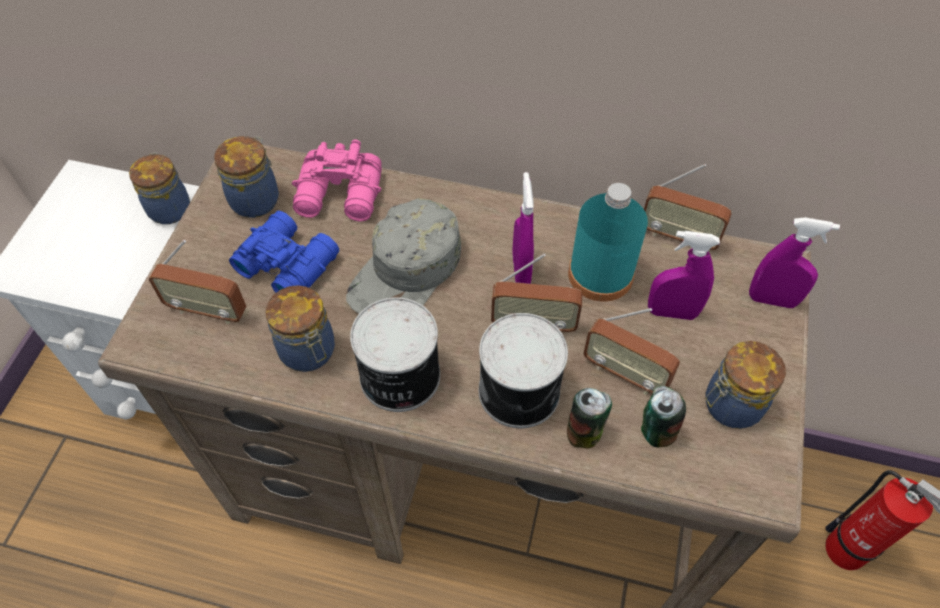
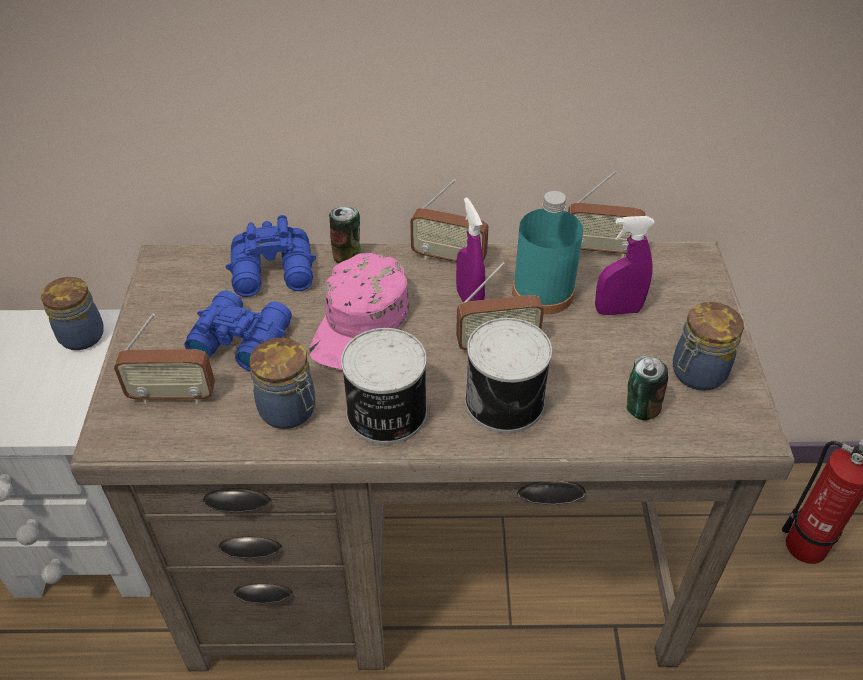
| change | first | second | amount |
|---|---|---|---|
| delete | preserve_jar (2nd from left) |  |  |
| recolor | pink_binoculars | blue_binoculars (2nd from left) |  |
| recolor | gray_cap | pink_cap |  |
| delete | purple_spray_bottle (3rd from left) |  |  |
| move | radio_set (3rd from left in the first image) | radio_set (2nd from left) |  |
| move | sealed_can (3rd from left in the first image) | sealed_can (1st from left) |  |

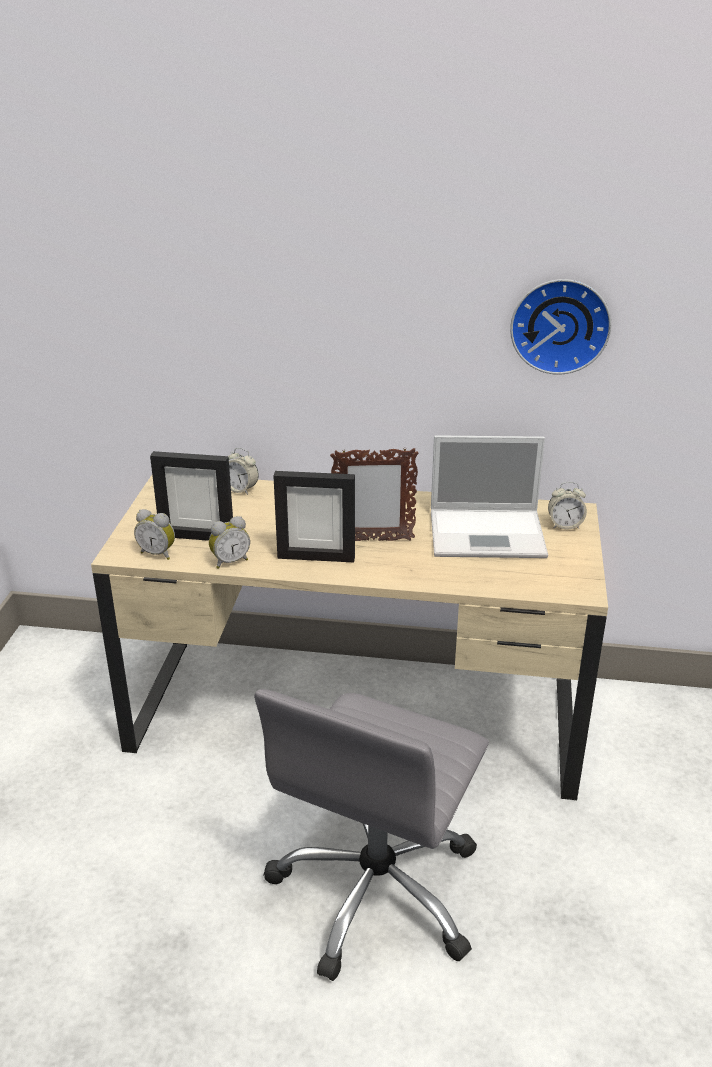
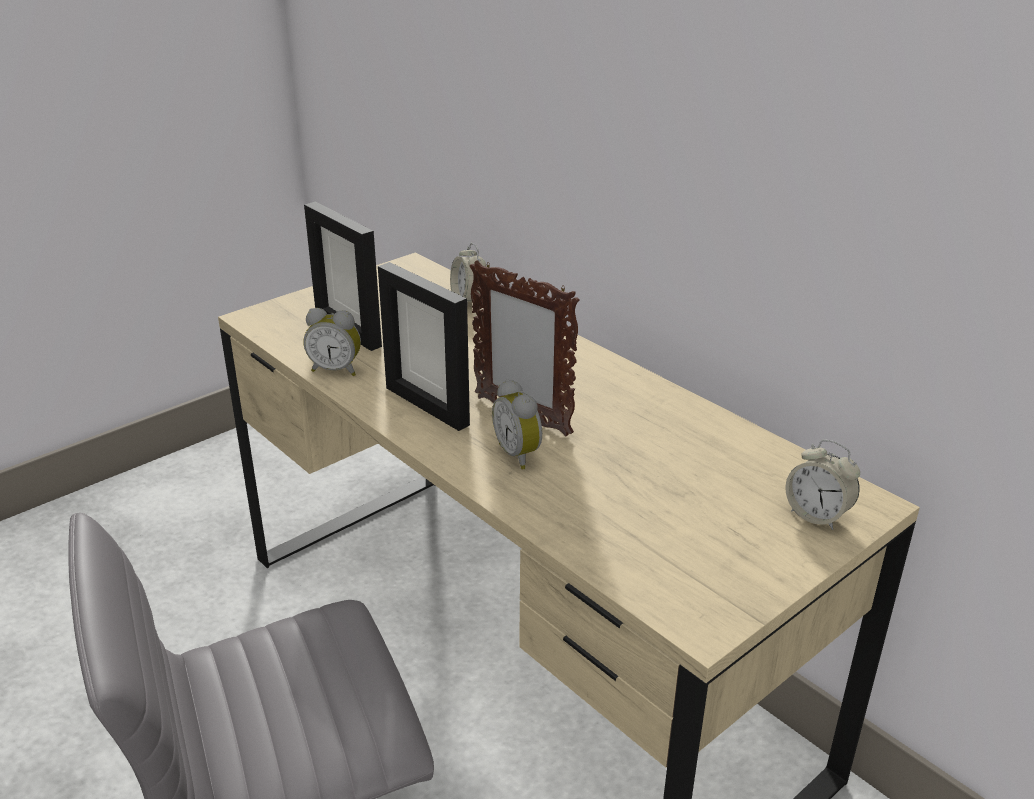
| change | first | second | amount |
|---|---|---|---|
| delete | hanging_clock |  |  |
| delete | notebook_computer |  |  |
| move | alarm_clock (1st from left in the first image) | alarm_clock (3rd from left) |  |

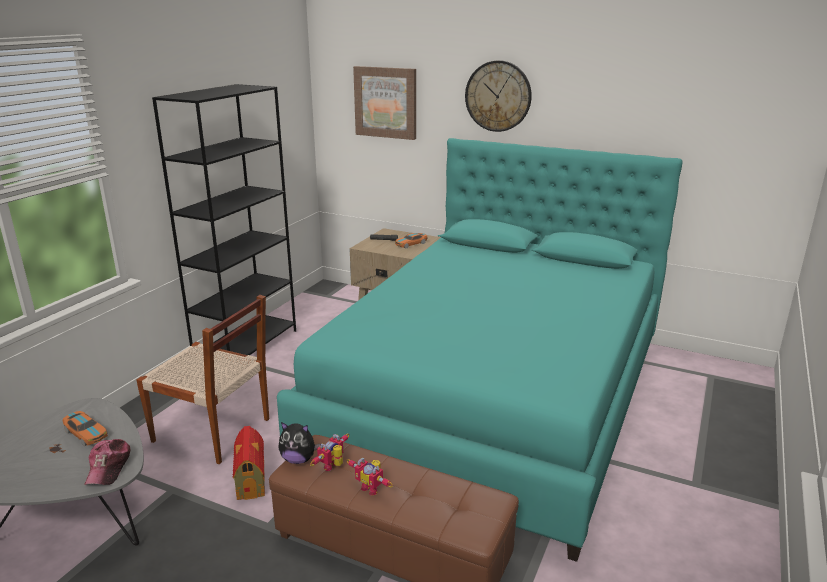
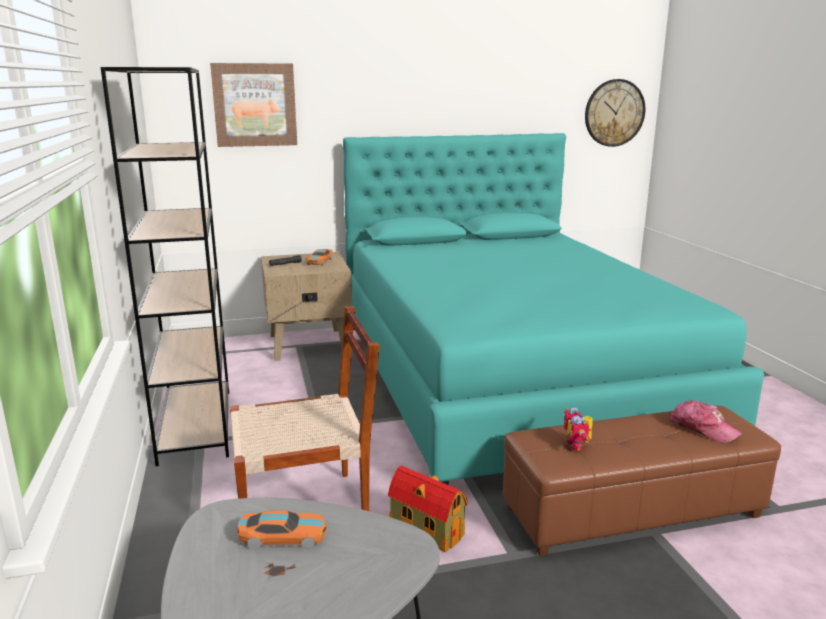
| change | first | second | amount |
|---|---|---|---|
| move | hanging_clock |  |  |
| recolor | black-coloured_bookcase | beige-coloured_bookcase |  |
| delete | soft_toy |  |  |
| move | cap |  |  |
| delete | model_robot (2nd from left) |  |  |

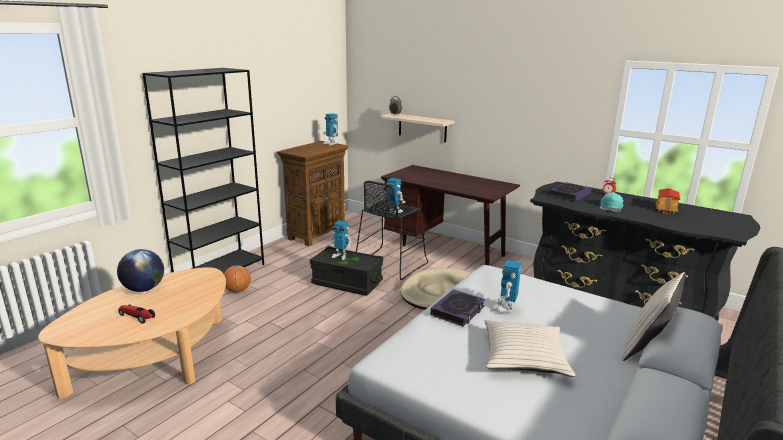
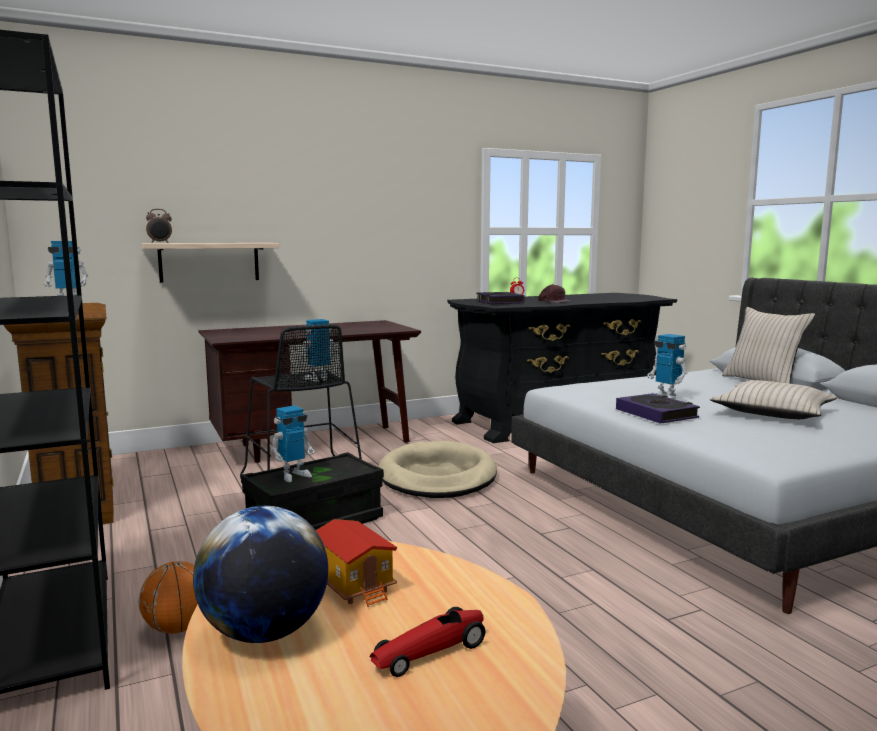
| change | first | second | amount |
|---|---|---|---|
| move | toy_house |  |  |
| recolor | blue-green_cap | brownish_cap |  |

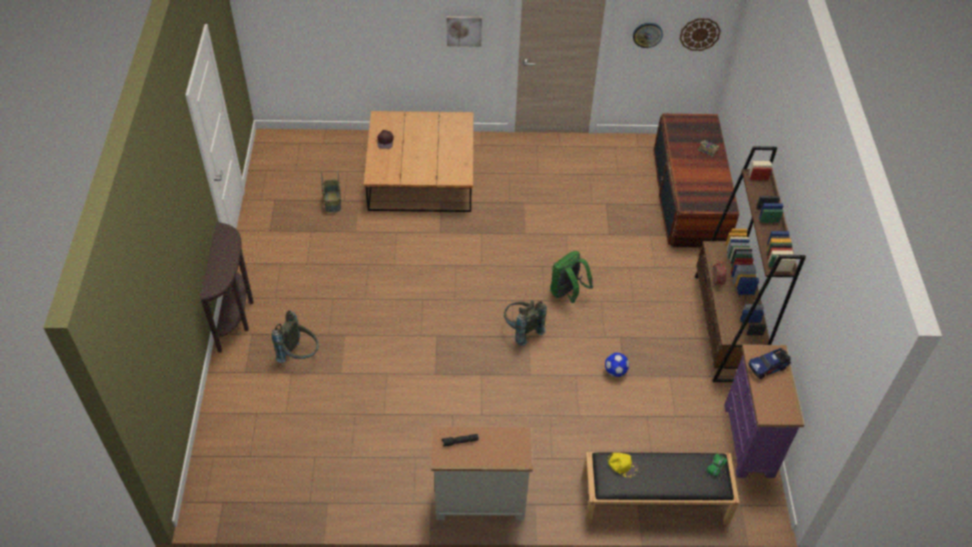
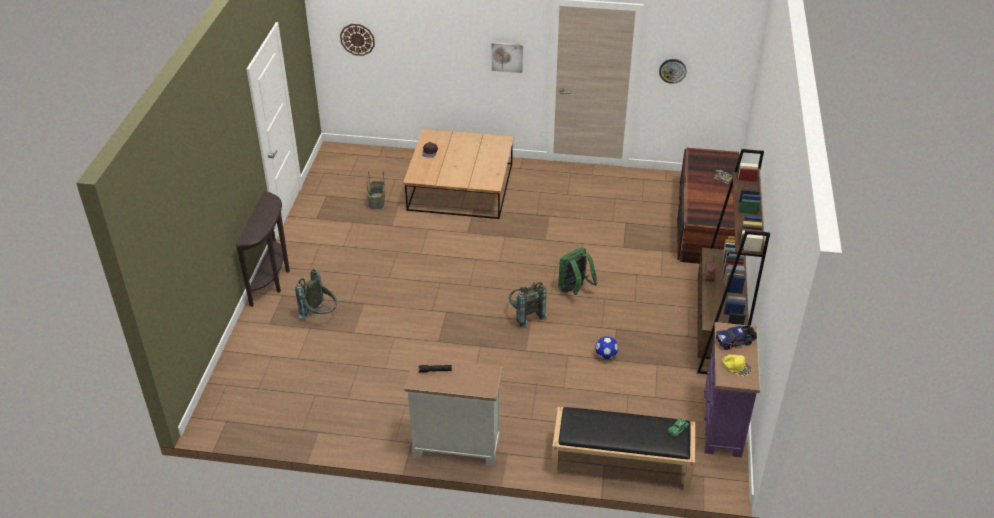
| change | first | second | amount |
|---|---|---|---|
| move | hanging_clock (2nd from left in the first image) | hanging_clock (1st from left) |  |
| move | yellow_cap |  |  |

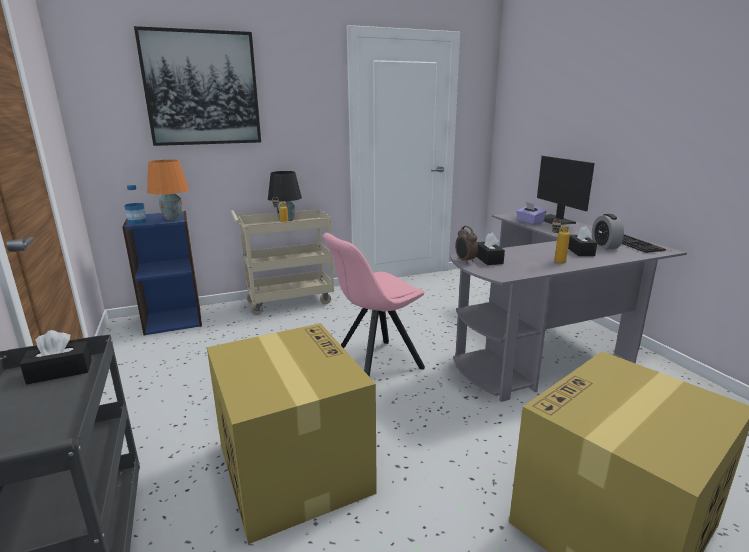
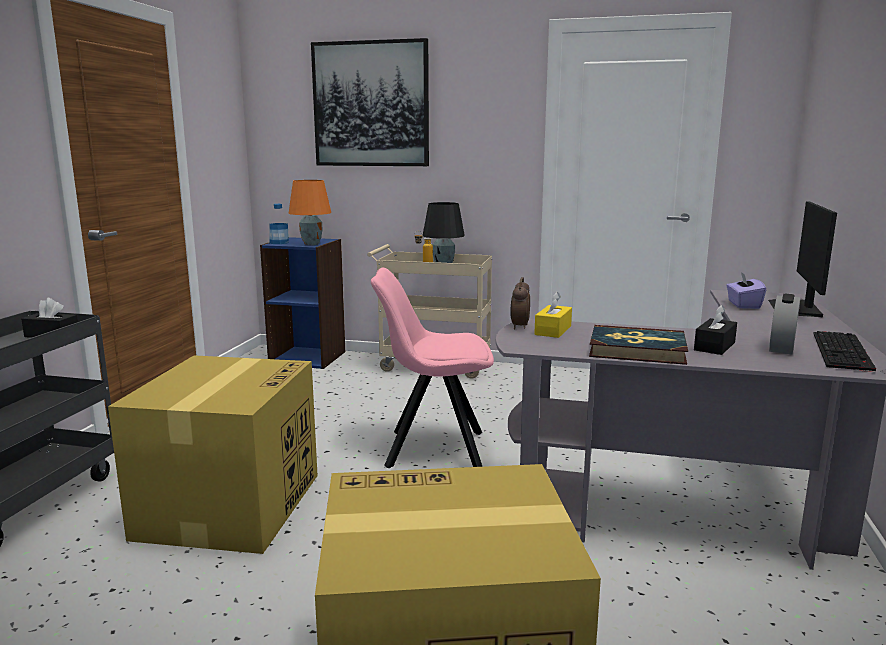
| change | first | second | amount |
|---|---|---|---|
| replace | beverage_bottle (3rd from left) | volume |  |
| recolor | black-coloured_box_of_tissues (2nd from left) | yellow_box_of_tissues |  |

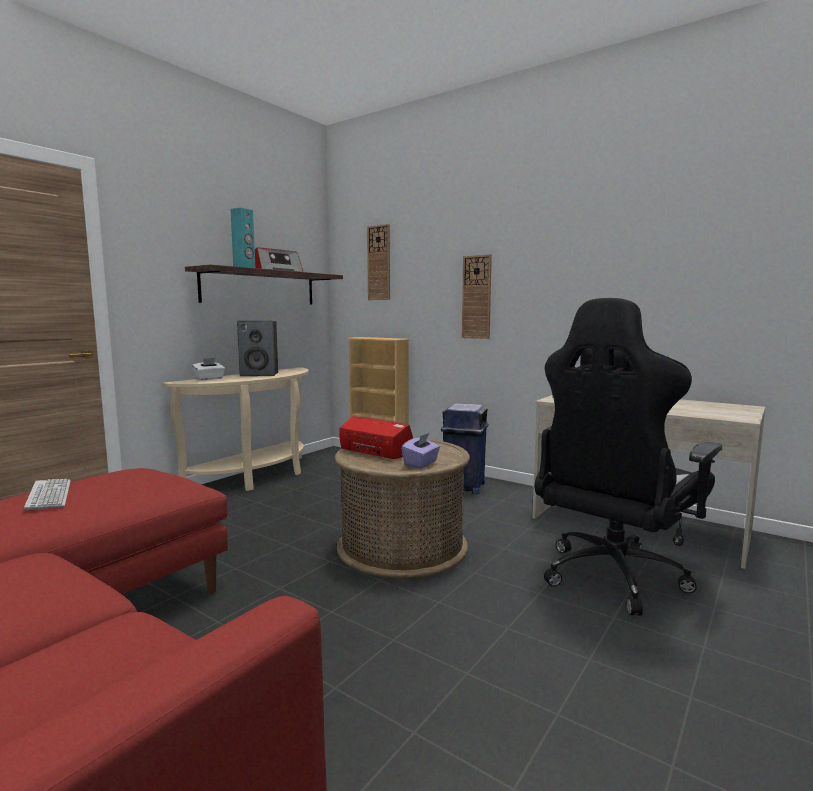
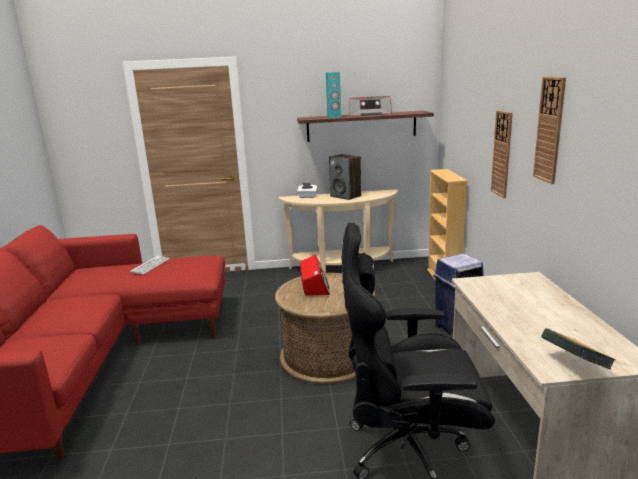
| change | first | second | amount |
|---|---|---|---|
| move | hanging_clock (1st from left in the first image) | hanging_clock (2nd from left) |  |
| delete | purple_box_of_tissues |  |  |
| insert |  | volume |  |

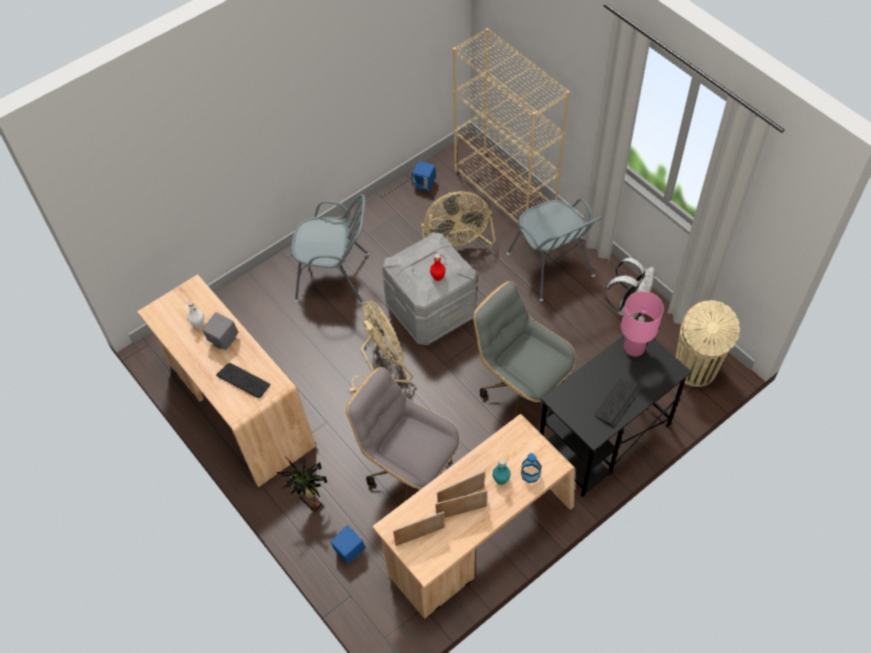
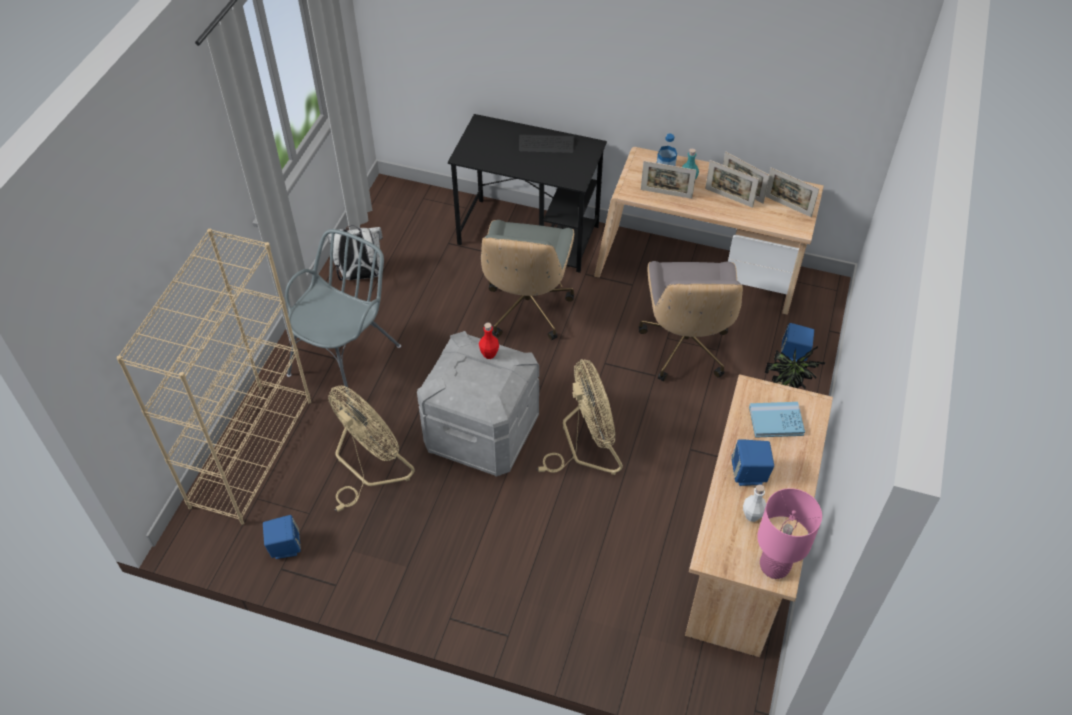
| change | first | second | amount |
|---|---|---|---|
| delete | gray_chair (1st from left) |  |  |
| move | pink_tabletop_lamp |  |  |
| delete | beige-coloured_waste_bin |  |  |
| rotate | beige-coloured_fan (1st from left in the first image) | beige-coloured_fan (2nd from left) | 135 degrees clockwise |
| recolor | gray_loudspeaker | blue_loudspeaker (2nd from left) |  |
| replace | computer_keyboard (1st from left) | blue_volume |  |
| insert |  | picture_frame (1st from left) |  |

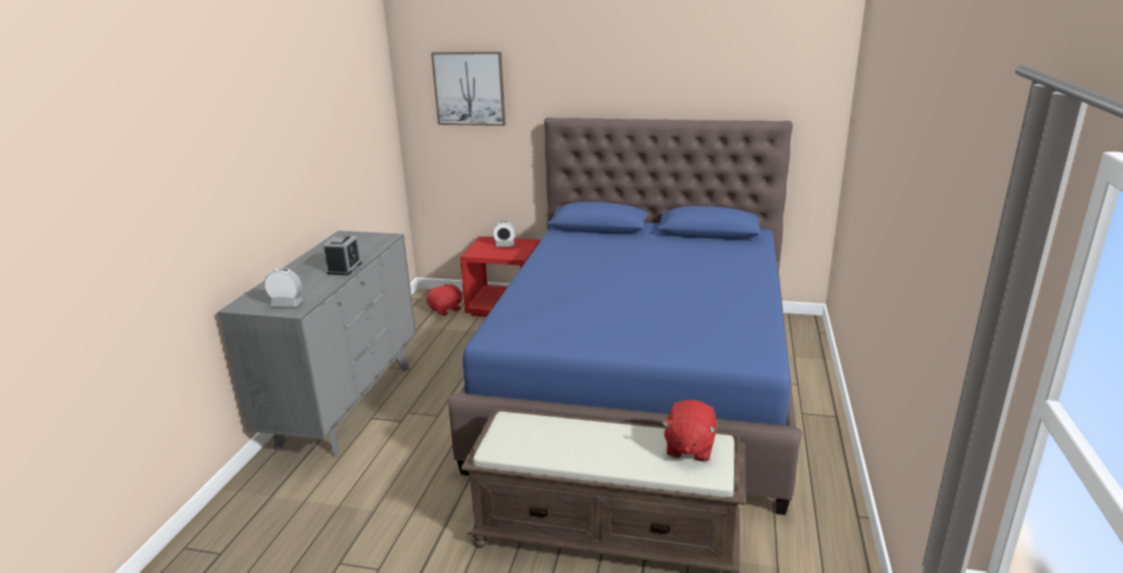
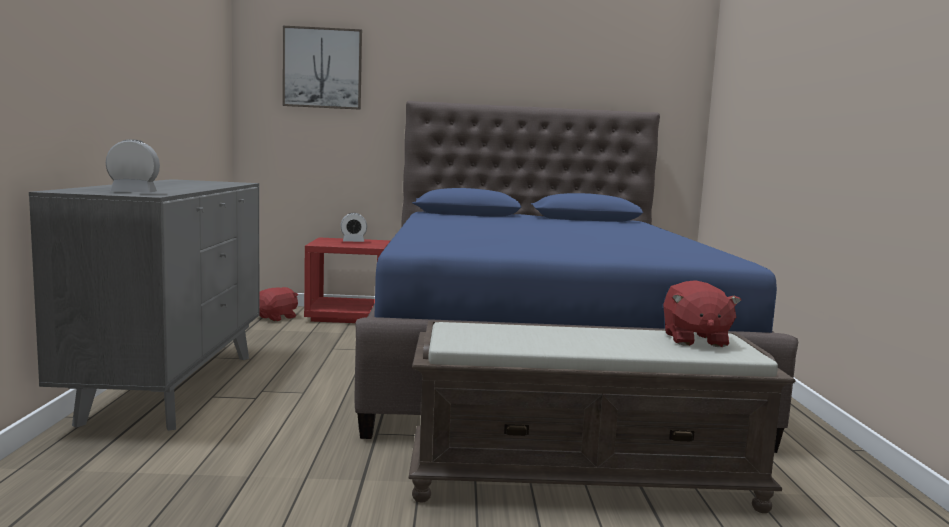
| change | first | second | amount |
|---|---|---|---|
| delete | alarm_clock (2nd from left) |  |  |

